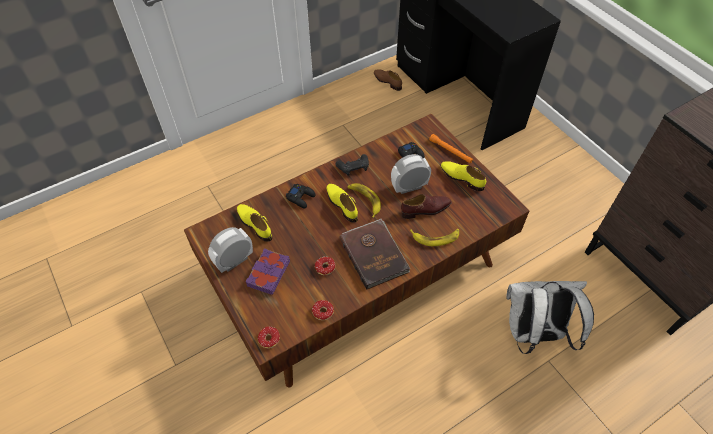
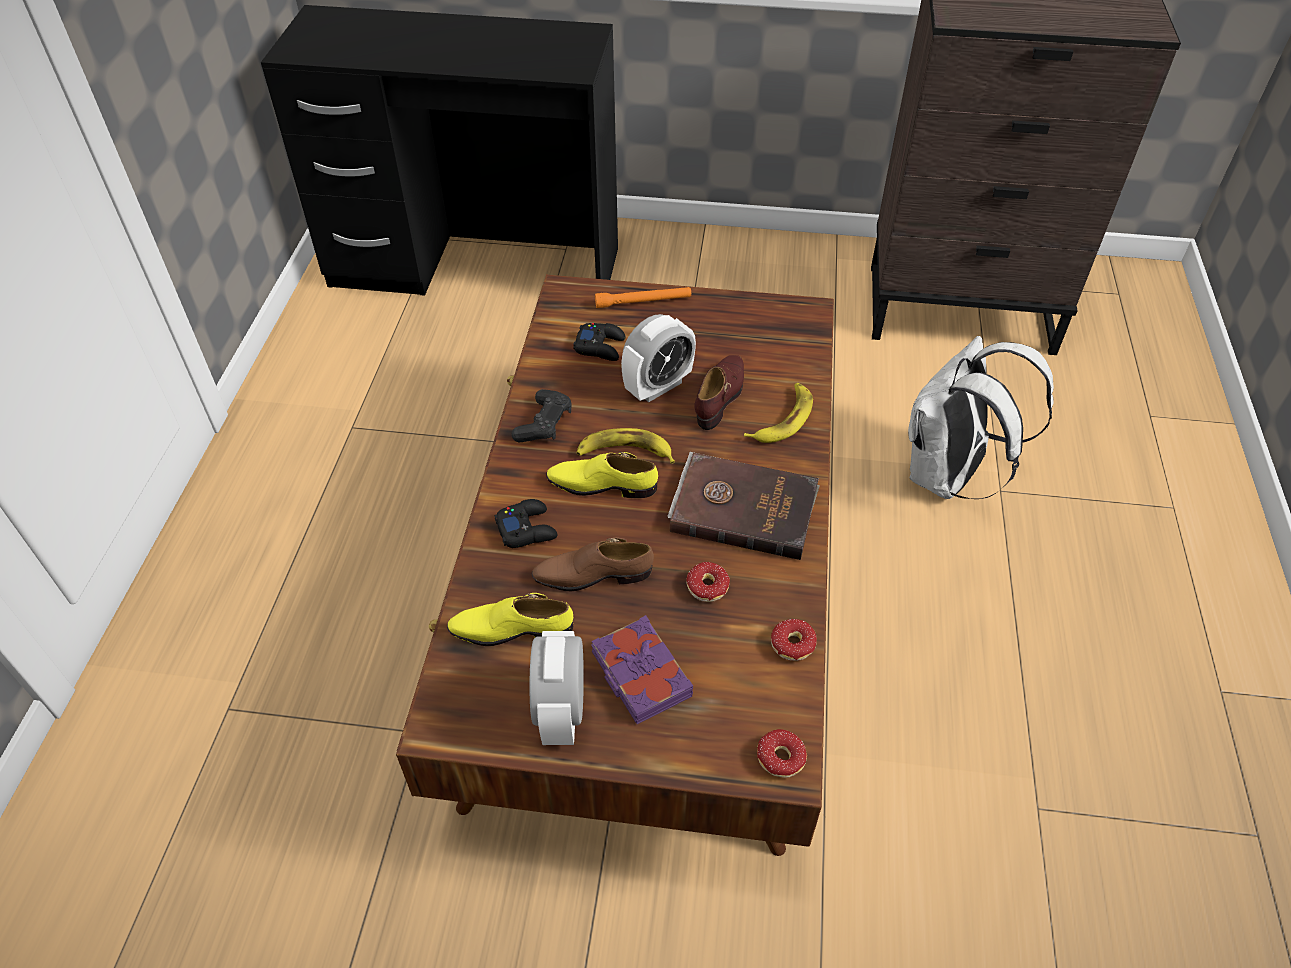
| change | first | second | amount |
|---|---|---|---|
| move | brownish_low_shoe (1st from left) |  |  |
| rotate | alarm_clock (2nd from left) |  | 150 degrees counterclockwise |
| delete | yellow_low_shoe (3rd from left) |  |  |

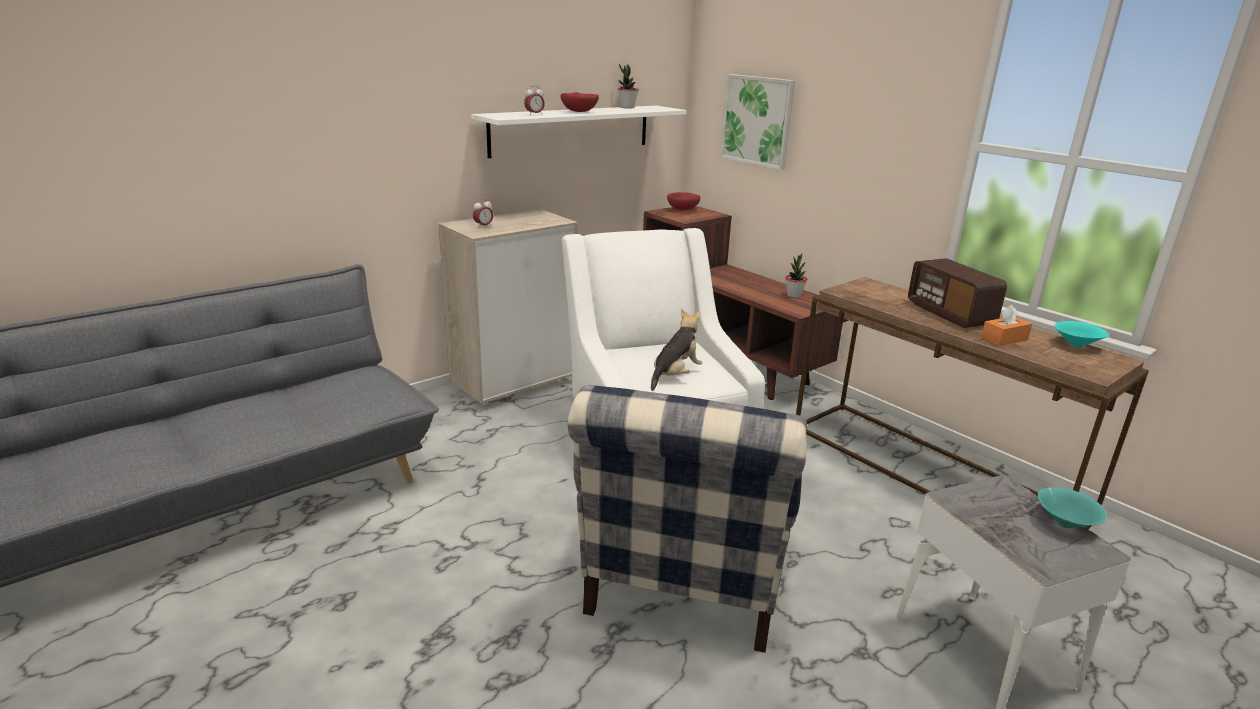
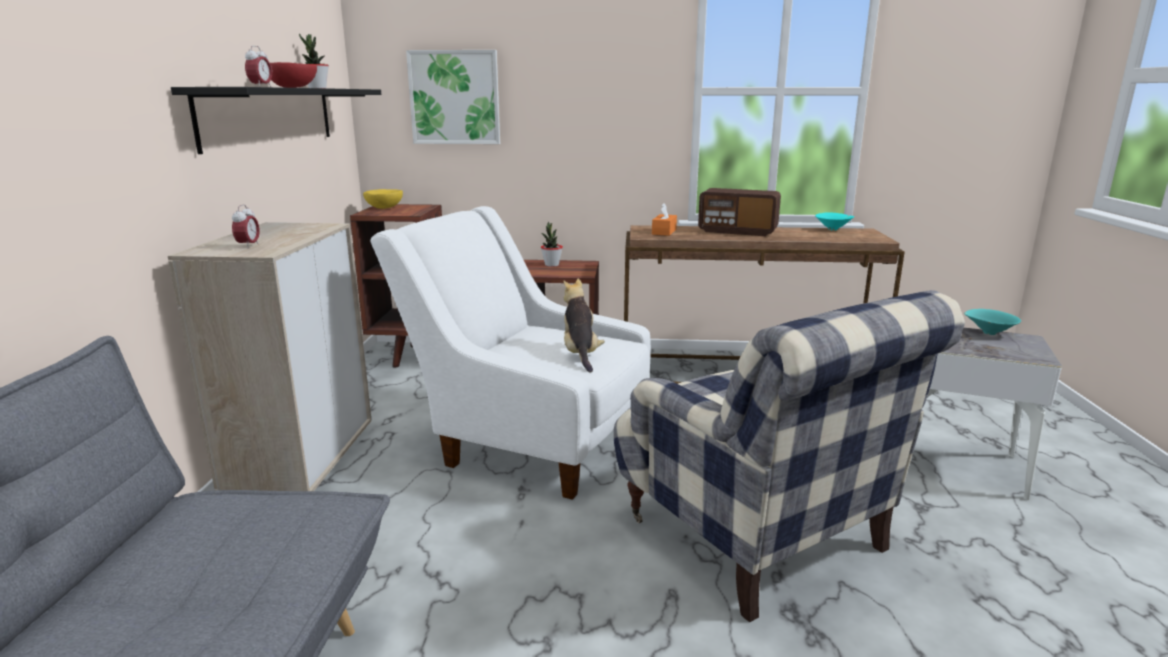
| change | first | second | amount |
|---|---|---|---|
| recolor | white-coloured_bracket_shelf | black-coloured_bracket_shelf |  |
| recolor | red_bowl (2nd from left) | yellow_bowl |  |
| move | orange-coloured_box_of_tissues |  |  |

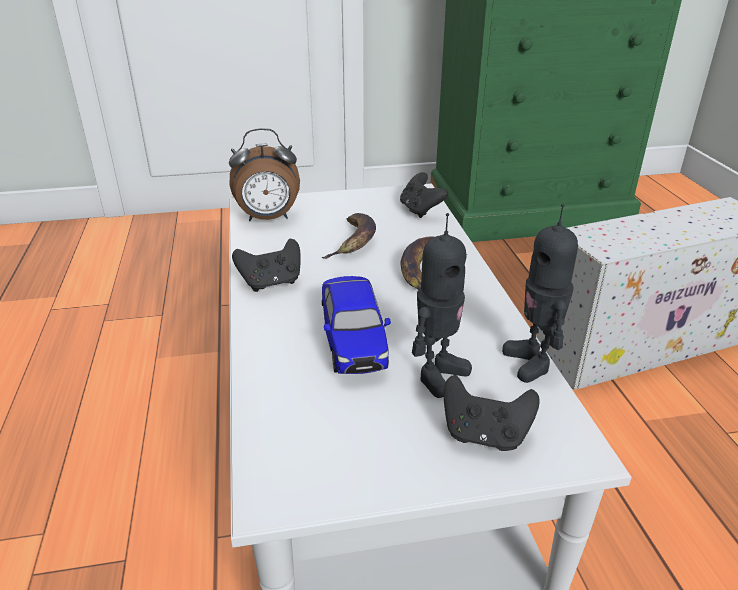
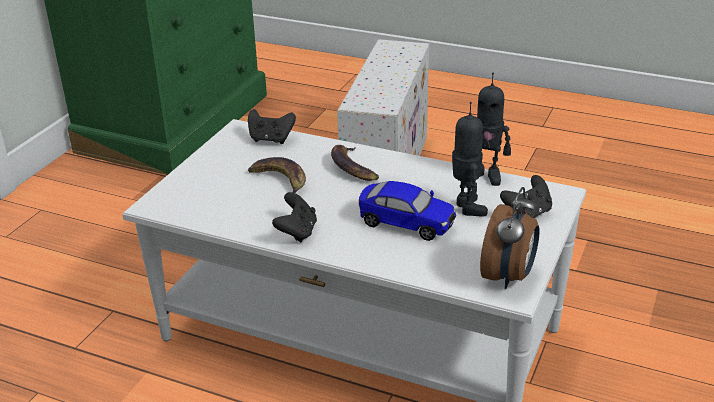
| change | first | second | amount |
|---|---|---|---|
| move | alarm_clock |  |  |

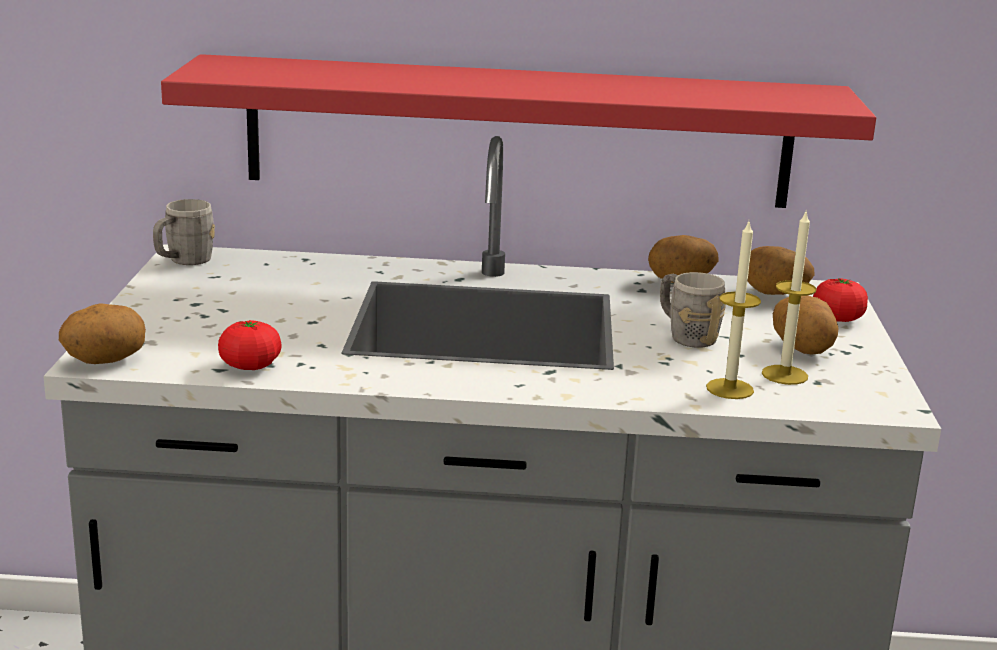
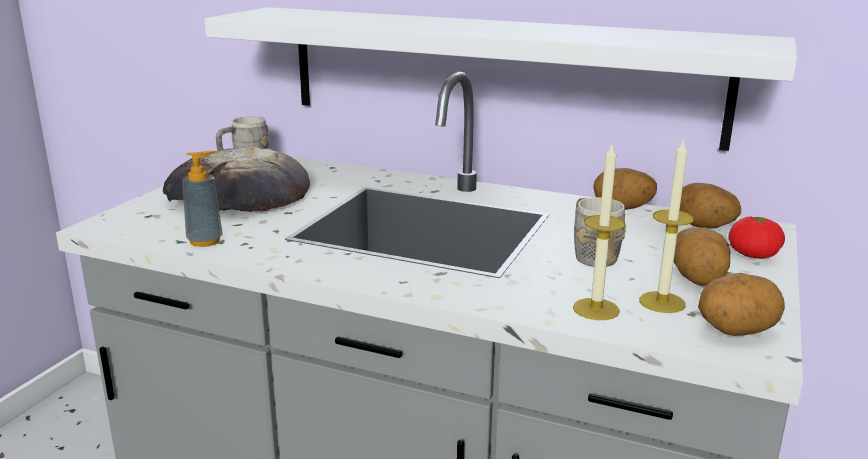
| change | first | second | amount |
|---|---|---|---|
| recolor | red_bracket_shelf | white-coloured_bracket_shelf |  |
| move | whole_potato (1st from left in the first image) | whole_potato (4th from left) |  |
| replace | whole_tomato (1st from left) | liquid_soap_bottle |  |
| insert |  | baked_bread |  |

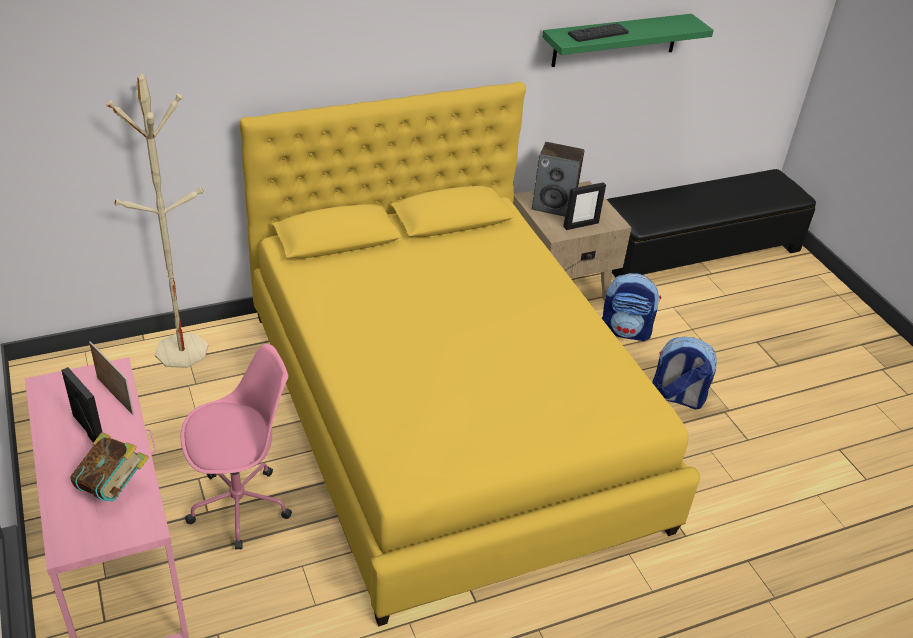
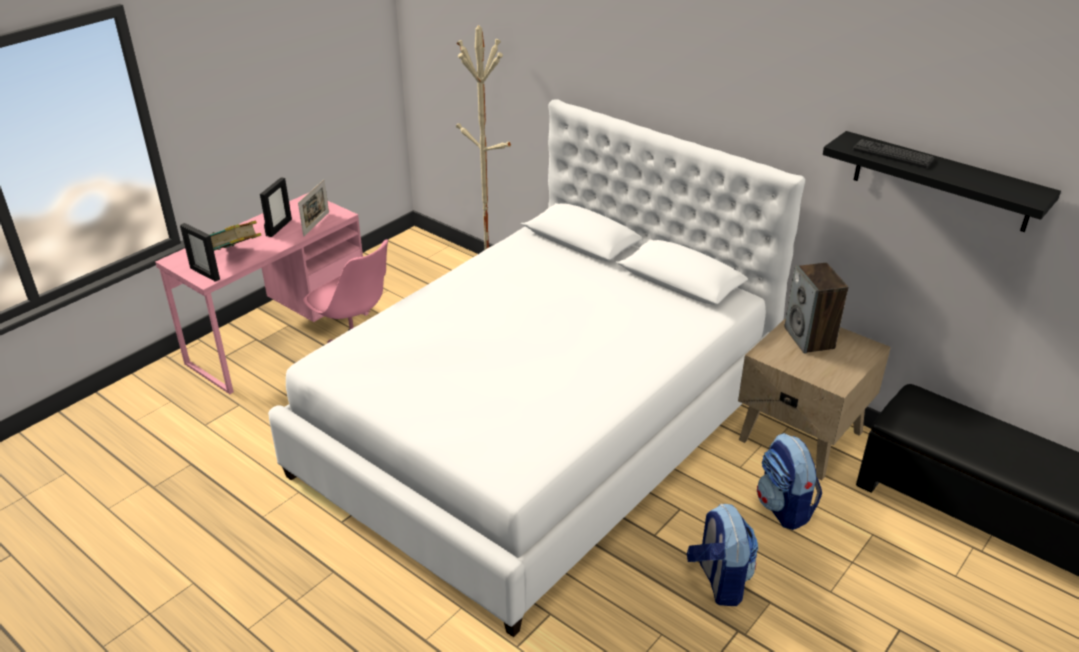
| change | first | second | amount |
|---|---|---|---|
| recolor | green-coloured_bracket_shelf | black-coloured_bracket_shelf |  |
| recolor | yellow_bed | white-coloured_bed |  |
| move | picture_frame (3rd from left in the first image) | picture_frame (1st from left) |  |

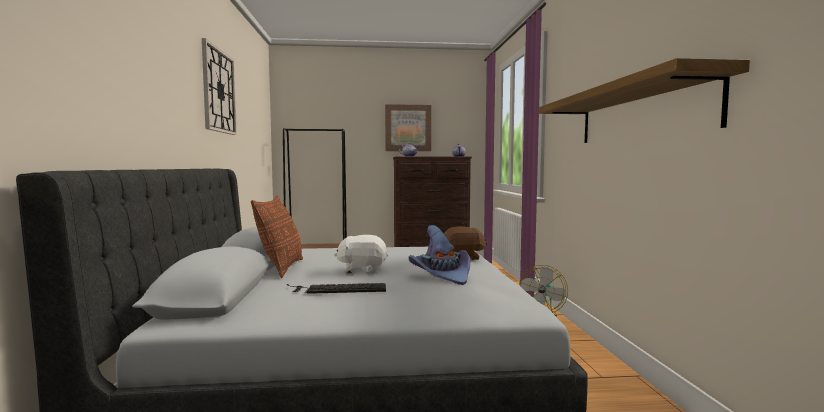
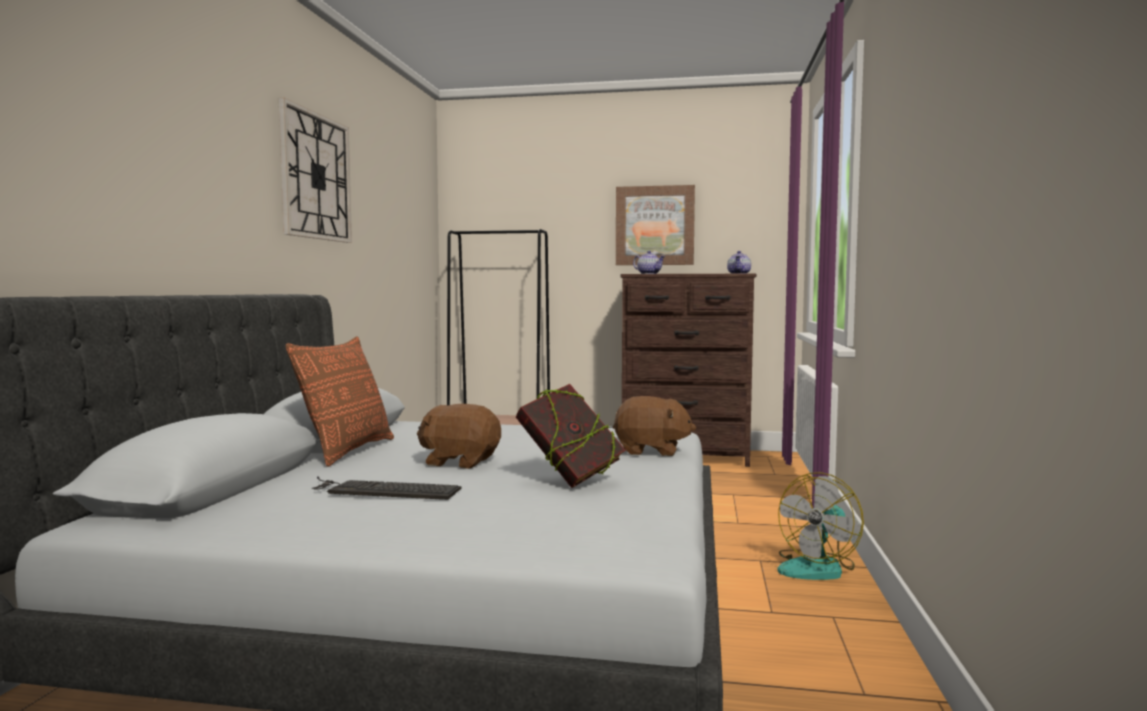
| change | first | second | amount |
|---|---|---|---|
| delete | bracket_shelf |  |  |
| replace | purple_wearable_hat | volume |  |
| recolor | white-coloured_soft_toy | brownish_soft_toy (1st from left) |  |

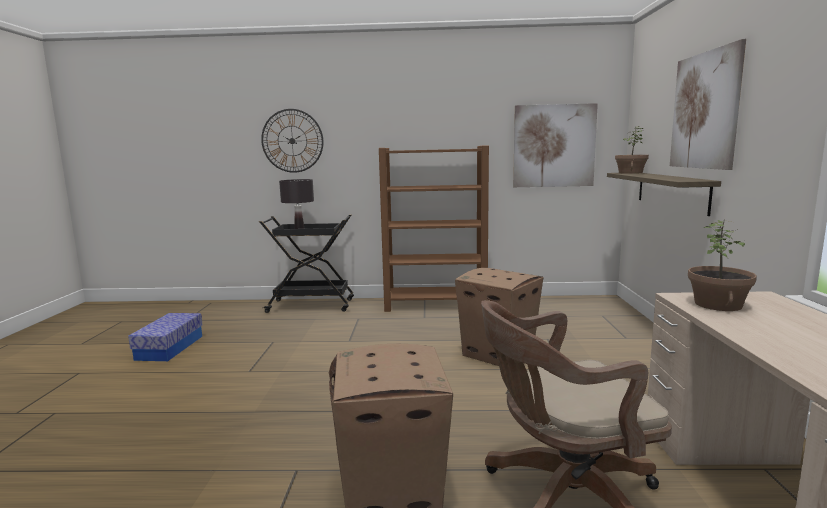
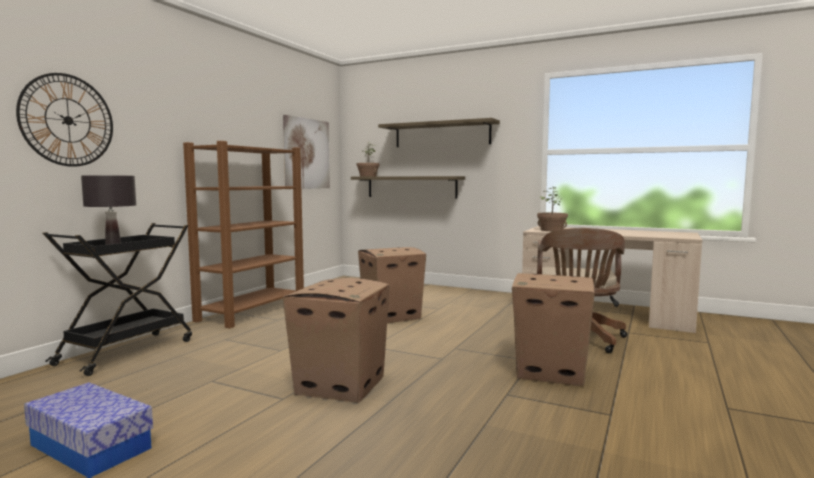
| change | first | second | amount |
|---|---|---|---|
| replace | wall_art (2nd from left) | bracket_shelf (2nd from left) |  |
| insert |  | carton (1st from left) |  |

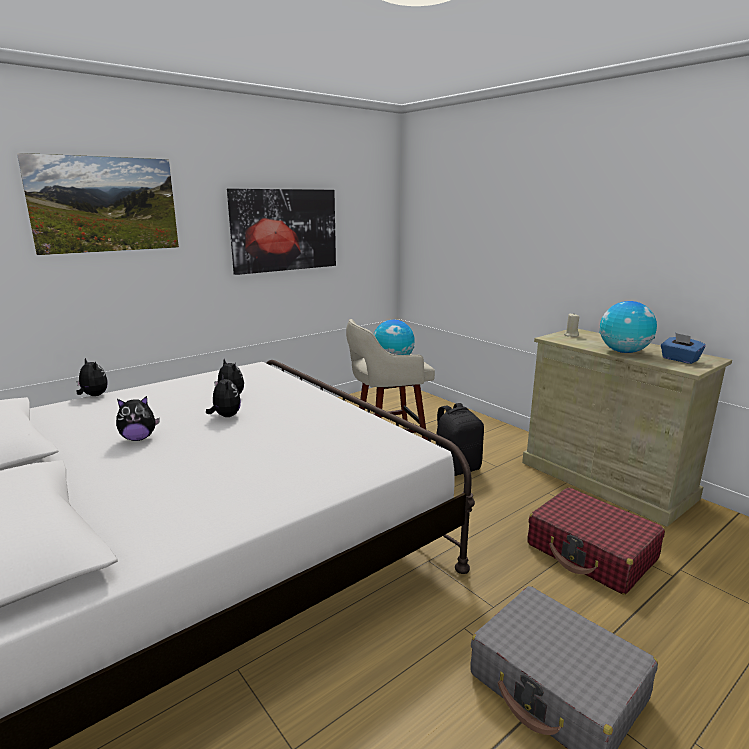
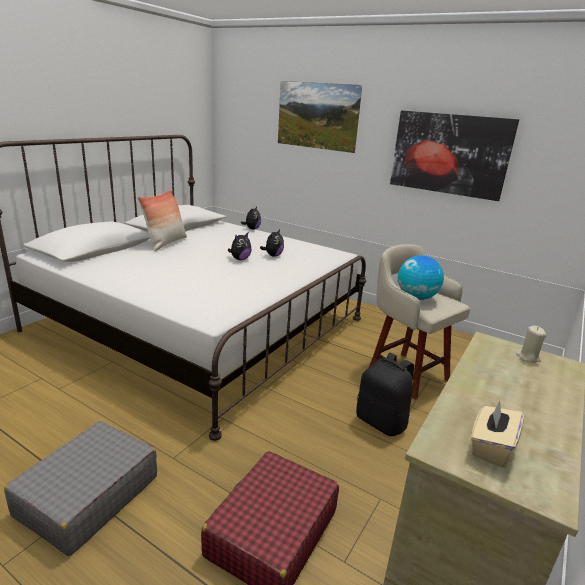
| change | first | second | amount |
|---|---|---|---|
| delete | world_globe (2nd from left) |  |  |
| recolor | blue_box_of_tissues | beige-coloured_box_of_tissues |  |
| delete | soft_toy (2nd from left) |  |  |
| insert |  | cushion |  |

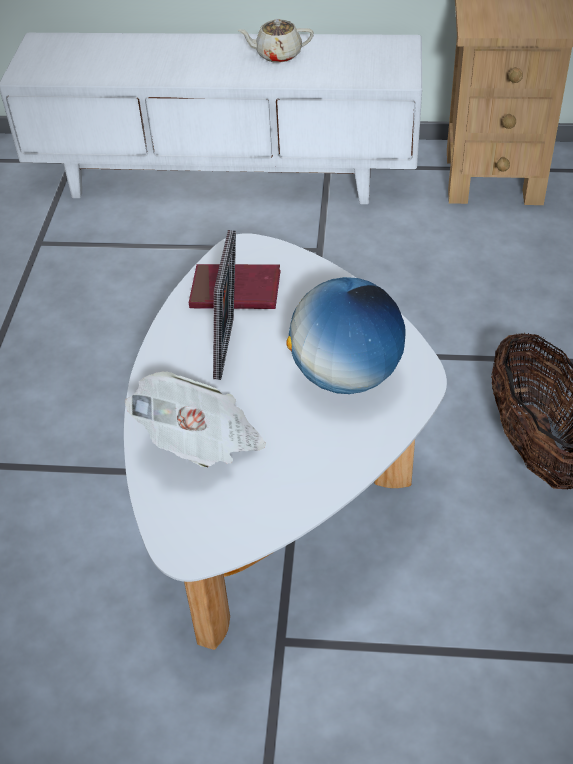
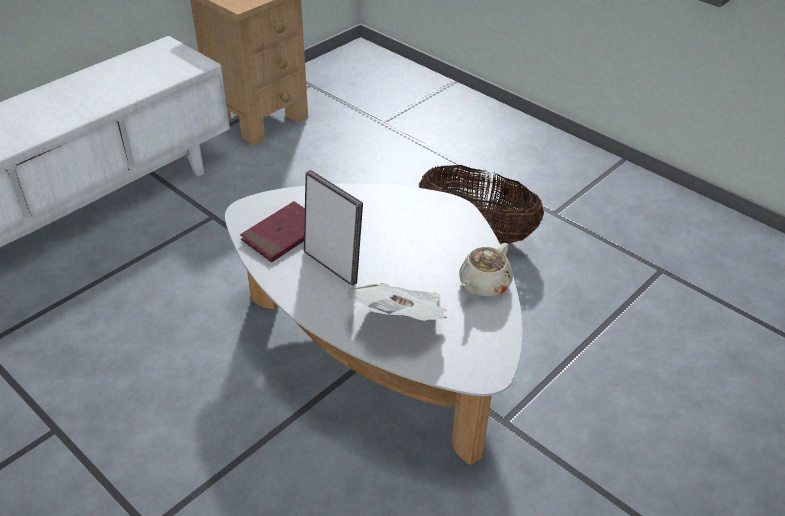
| change | first | second | amount |
|---|---|---|---|
| move | beige-coloured_teapot |  |  |
| delete | world_globe |  |  |

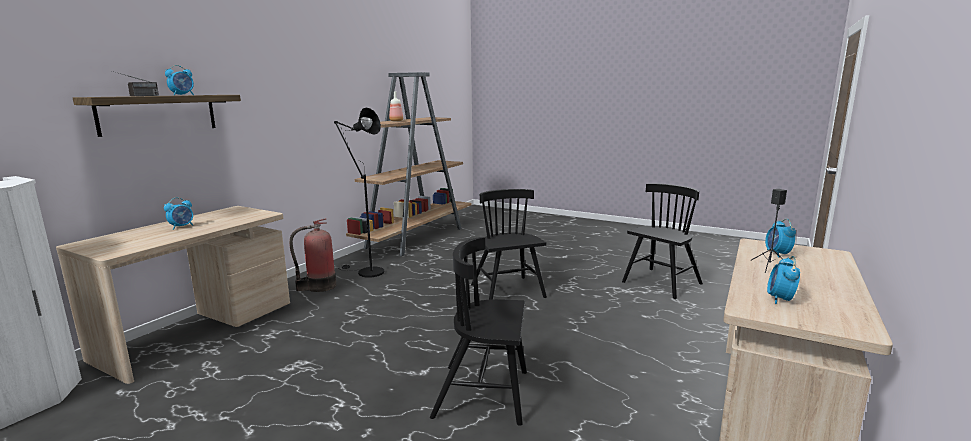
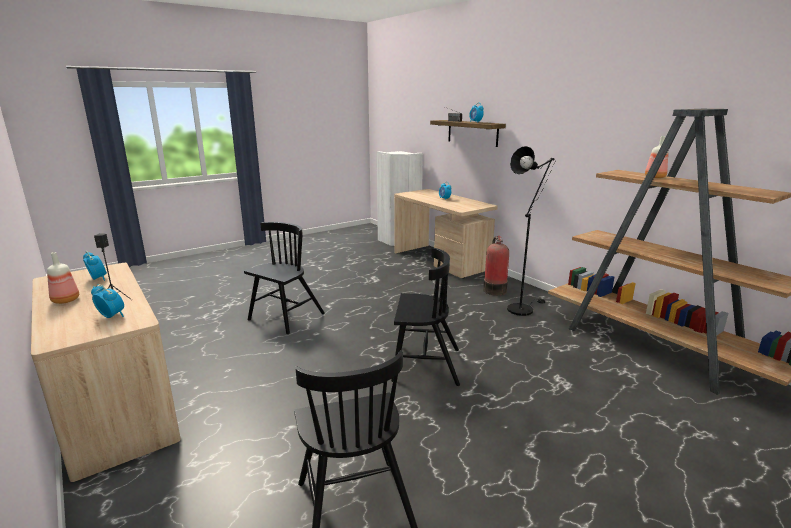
| change | first | second | amount |
|---|---|---|---|
| insert |  | beverage_bottle (1st from left) |  |

